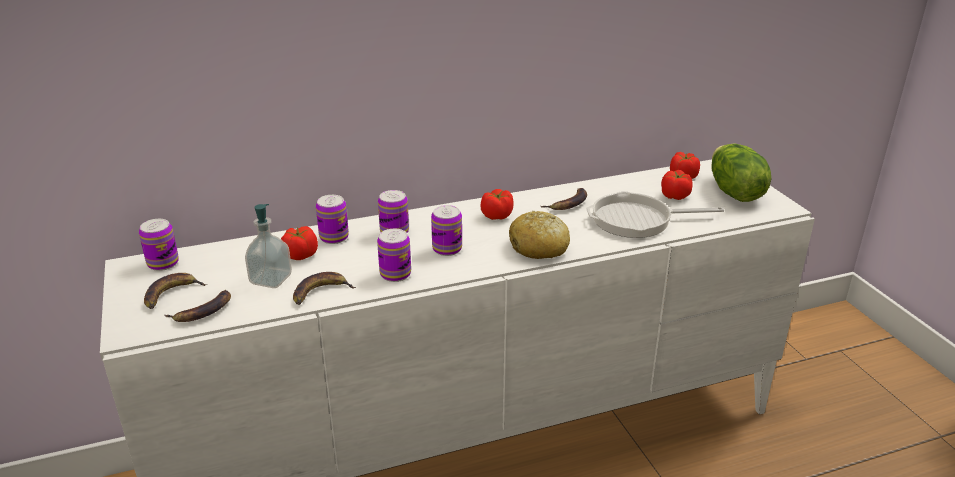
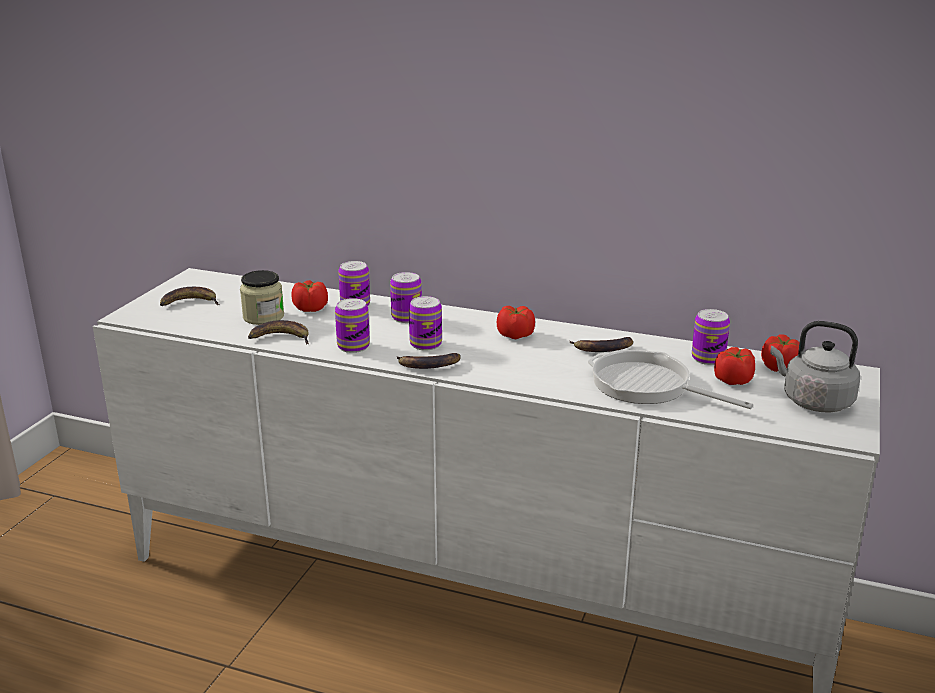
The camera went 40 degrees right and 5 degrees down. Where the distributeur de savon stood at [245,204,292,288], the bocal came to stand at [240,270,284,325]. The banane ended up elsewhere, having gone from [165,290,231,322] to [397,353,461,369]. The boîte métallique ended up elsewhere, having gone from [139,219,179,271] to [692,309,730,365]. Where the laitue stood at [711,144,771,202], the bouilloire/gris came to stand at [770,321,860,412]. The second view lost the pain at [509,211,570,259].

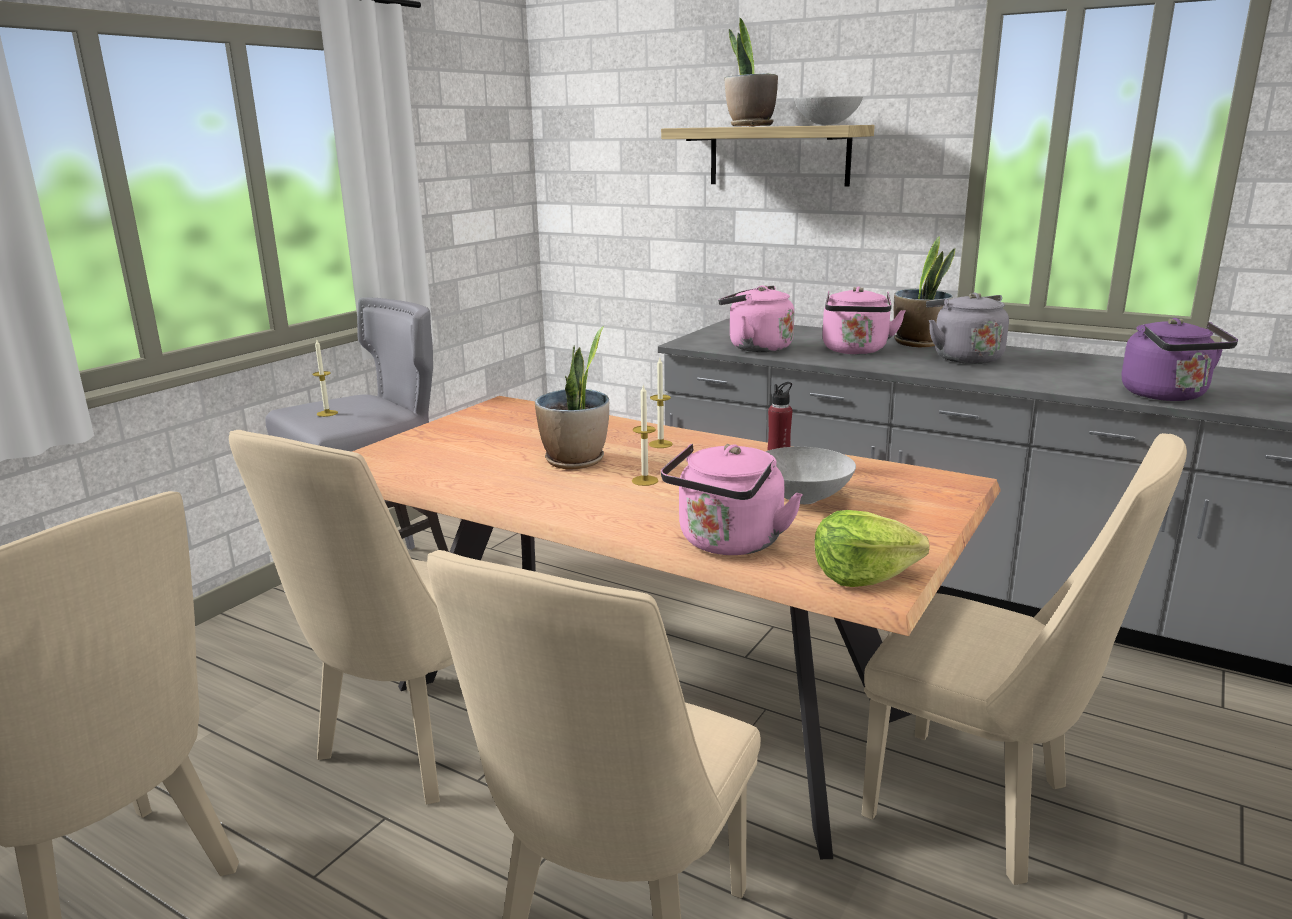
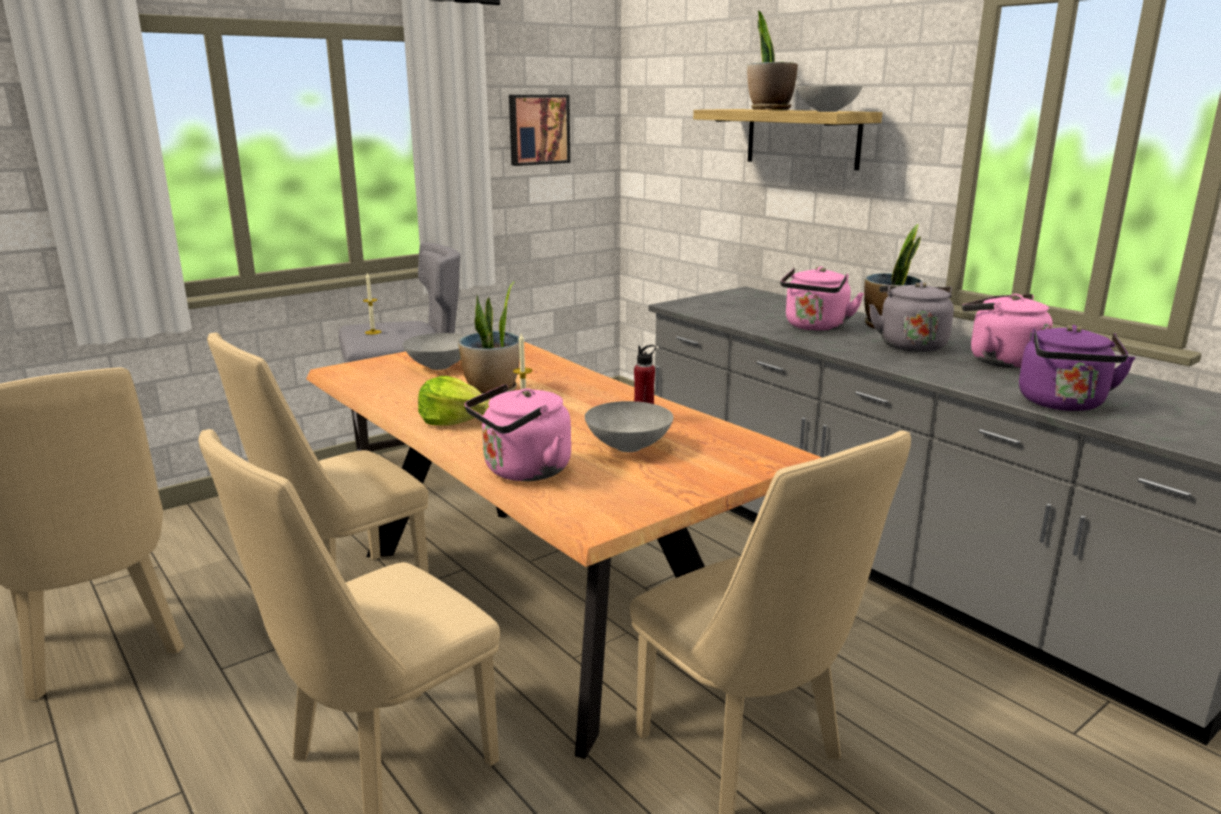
The camera went 20 degrees right and 0 degrees up. The second view gained the bol/gris at [403,333,465,370]. The laitue ended up elsewhere, having gone from [814,510,929,587] to [418,376,489,426]. The second view gained the tableau at [509,95,570,166]. The bouilloire/rose ended up elsewhere, having gone from [718,285,794,352] to [962,294,1053,368]. The second view lost the bougie at [649,358,673,448].

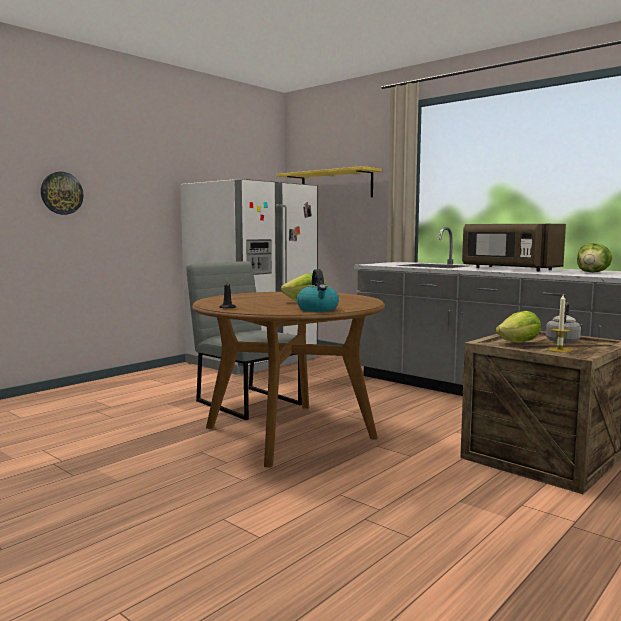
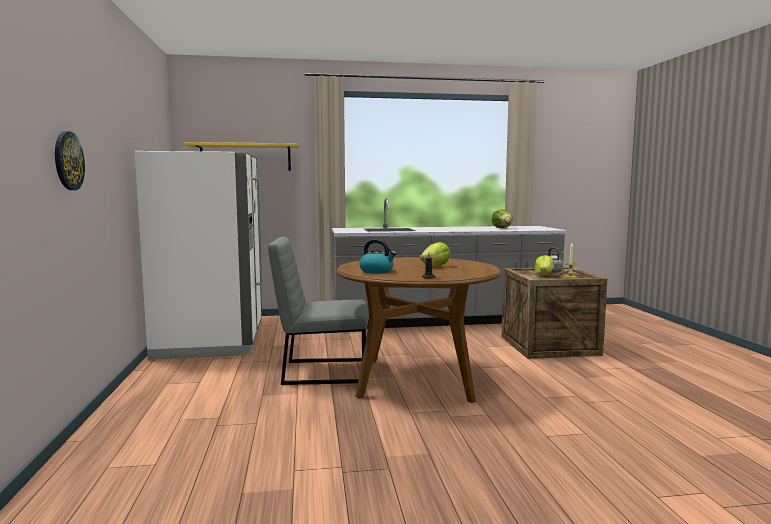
The camera went 50 degrees left and 0 degrees up. The bouilloire ended up elsewhere, having gone from [297,269,339,312] to [359,239,396,273]. The second view lost the micro-ondes/marron at [462,224,566,271].

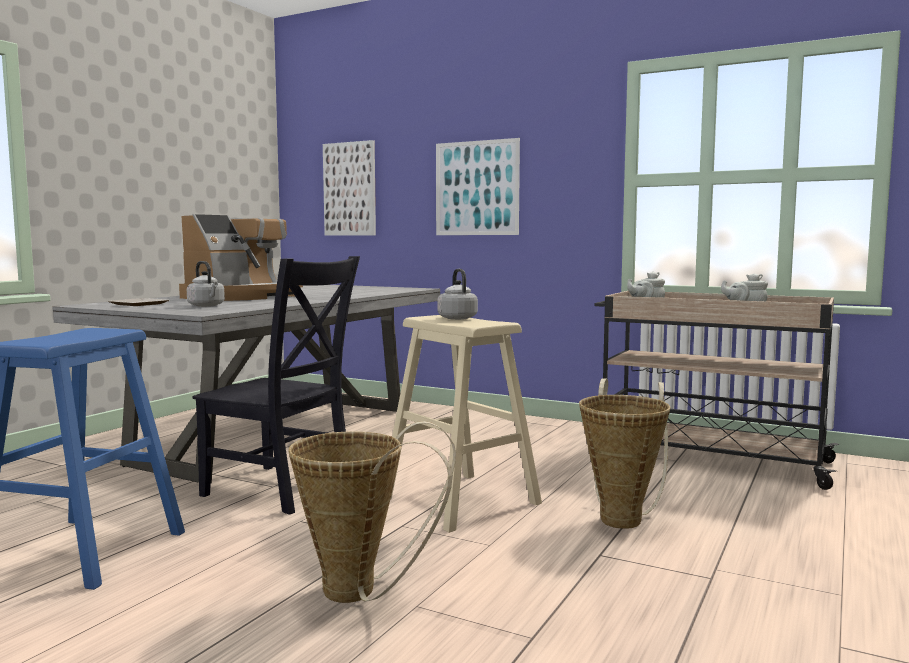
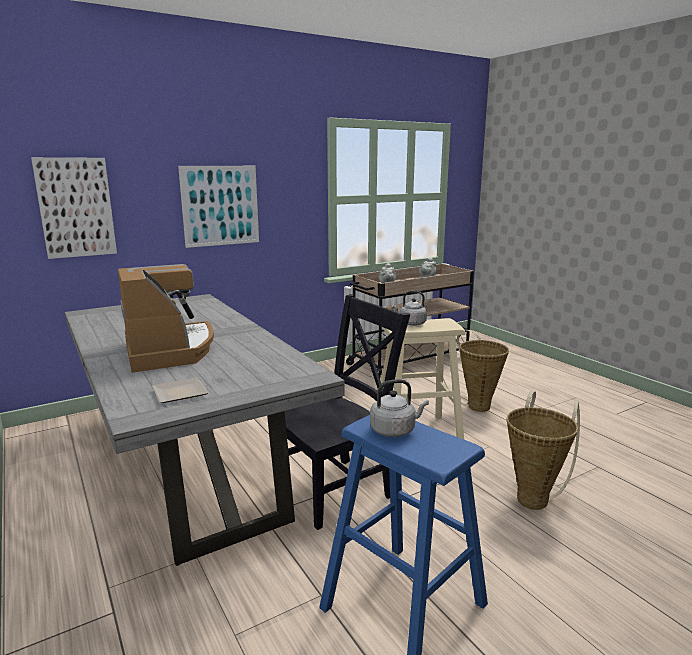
The camera went 60 degrees left and 10 degrees up. The bouilloire/gris ended up elsewhere, having gone from [187,261,225,307] to [370,379,429,437].

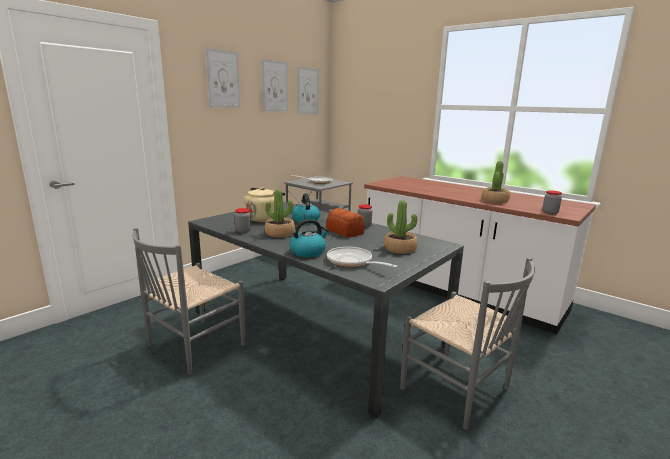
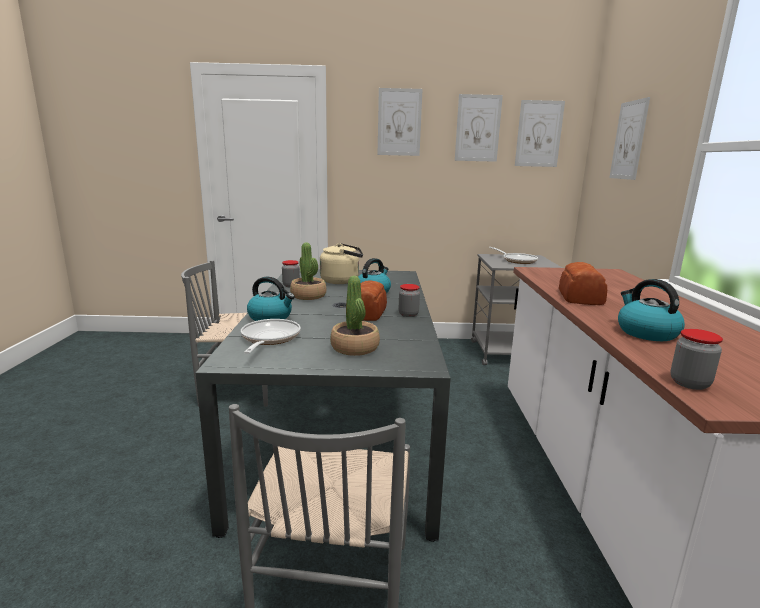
The camera went 50 degrees right and 0 degrees up. The second view gained the pain at [559,262,607,305]. The second view gained the tableau at [609,97,650,180]. Where the plante en pot stood at [482,161,510,203], the bouilloire came to stand at [618,279,685,341].

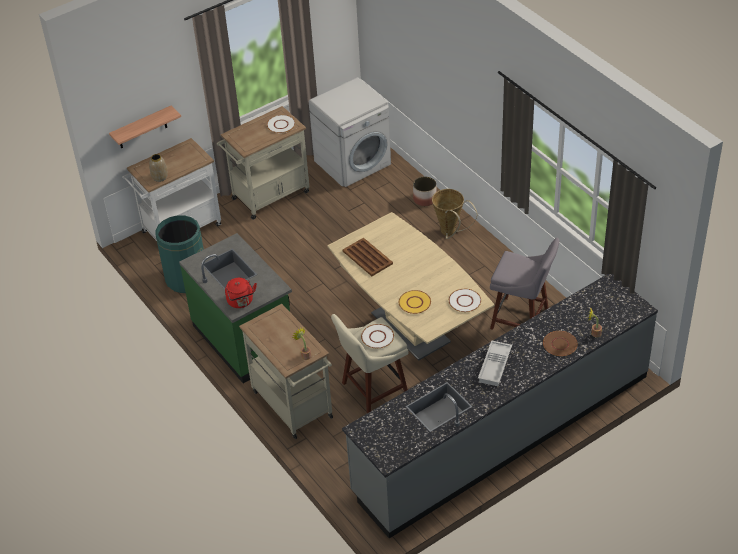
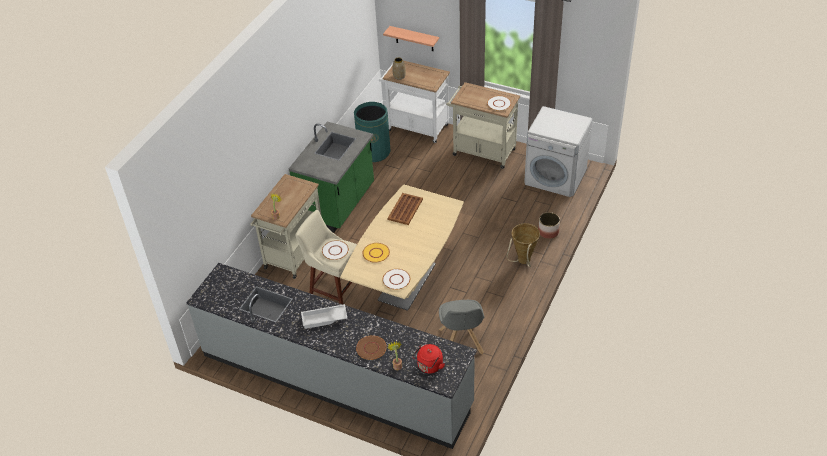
The camera went 60 degrees right and 0 degrees up. The bouilloire/rouge ended up elsewhere, having gone from [225,278,257,308] to [412,344,445,374]. Where the tabouret/gris stood at [490,238,559,330], the chaise/gris came to stand at [439,300,484,354].

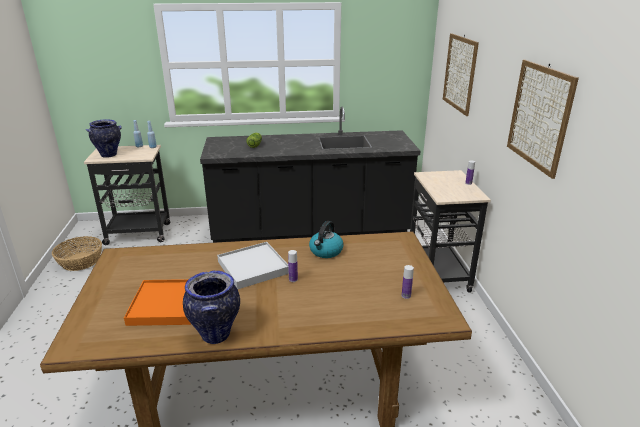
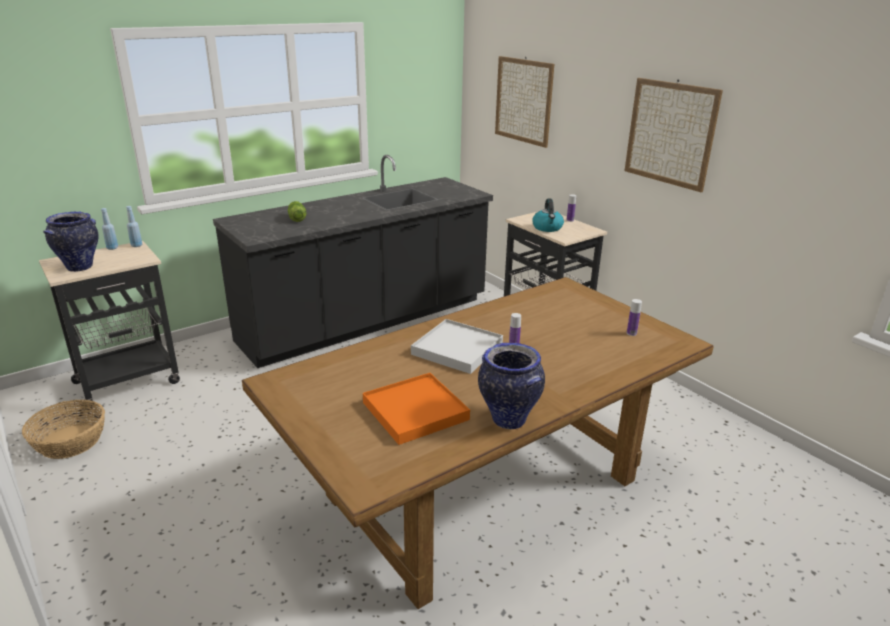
The camera went 30 degrees left and 0 degrees up. The bouilloire ended up elsewhere, having gone from [309,221,343,258] to [532,198,564,232].

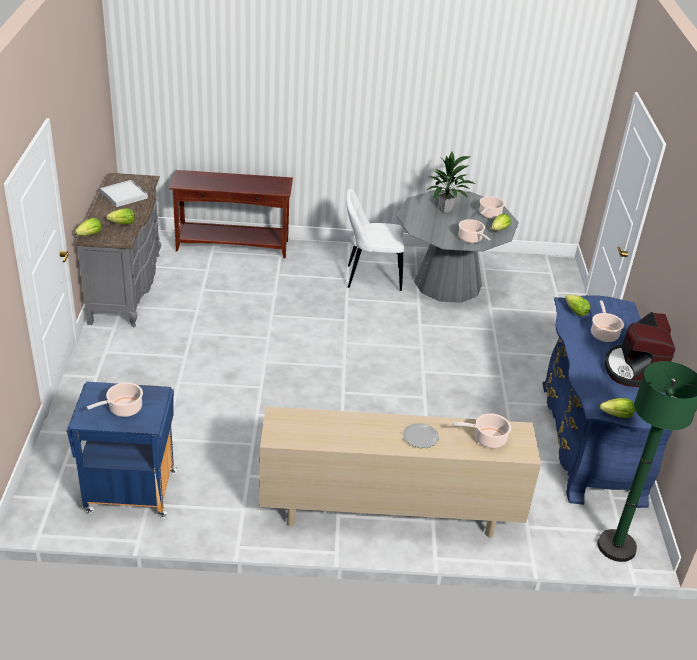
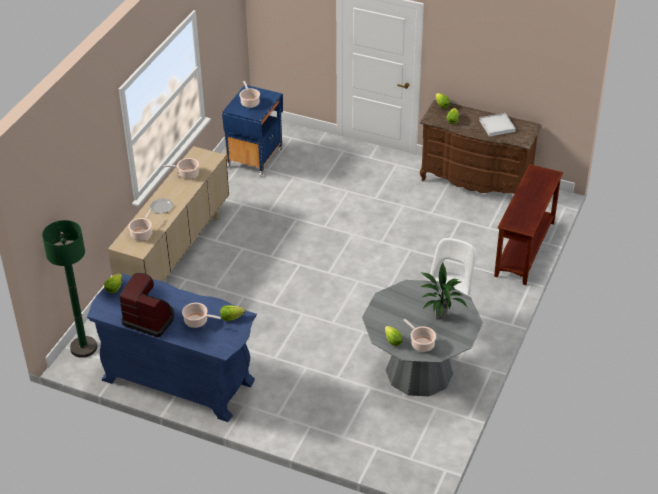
The camera went 115 degrees right and 5 degrees up. The marmite ended up elsewhere, having gone from [458,219,490,243] to [163,158,199,179]. What was the commode/gris at [76,173,161,327] turned into the commode/marron at [420,100,542,194].

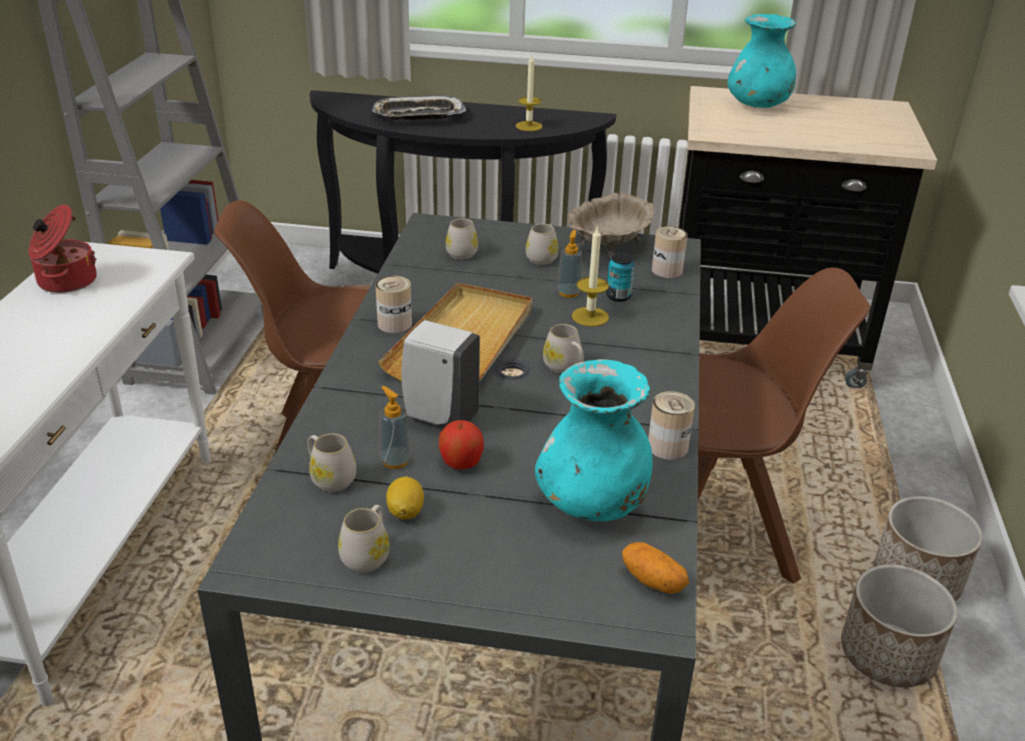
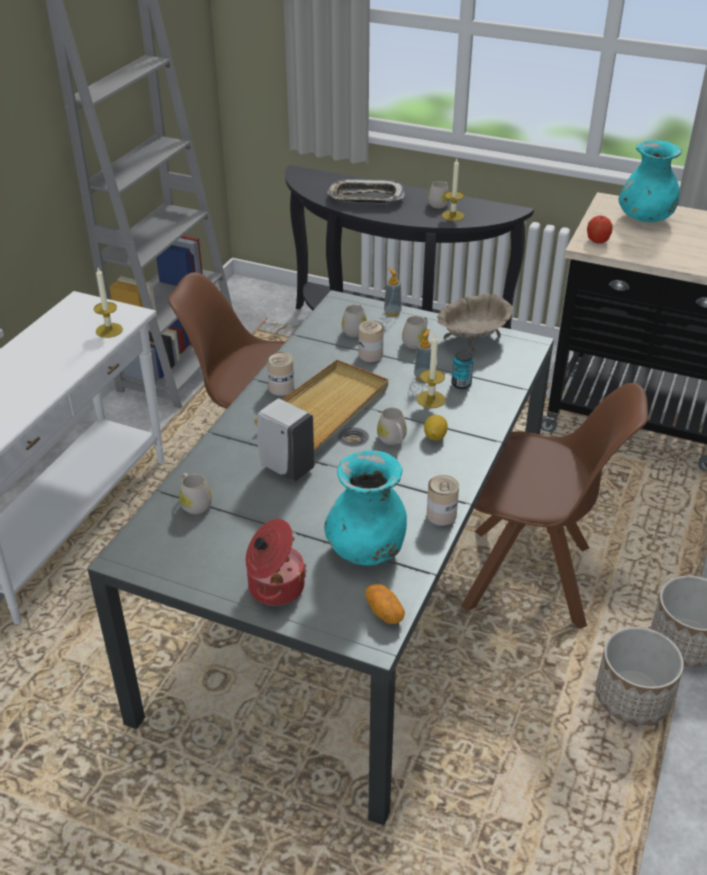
The camera went 15 degrees right and 5 degrees up. The second view gained the bougie at [94,268,123,338]. The marmite ended up elsewhere, having gone from [29,205,97,293] to [246,519,307,606]. The boîte métallique ended up elsewhere, having gone from [652,226,688,278] to [358,320,384,362]. The distributeur de savon ended up elsewhere, having gone from [379,386,411,469] to [384,268,402,316]. The citron ended up elsewhere, having gone from [386,476,424,520] to [424,415,448,441]. The mug/blanc ended up elsewhere, having gone from [338,505,389,572] to [428,181,449,208]. The pomme ended up elsewhere, having gone from [439,420,484,469] to [587,216,613,244].

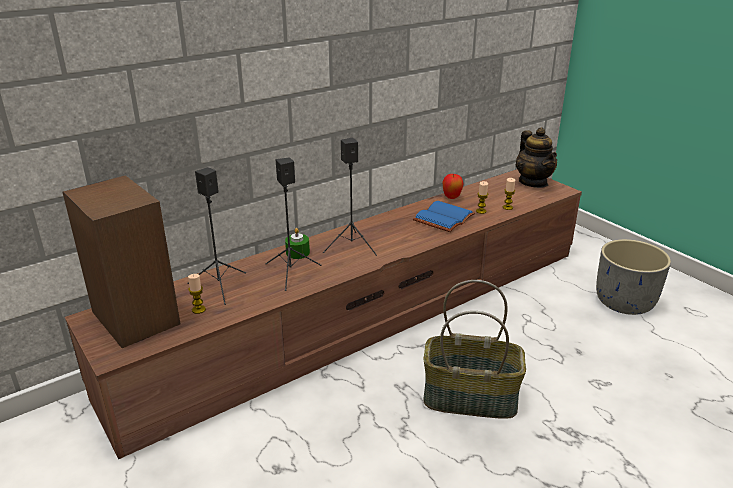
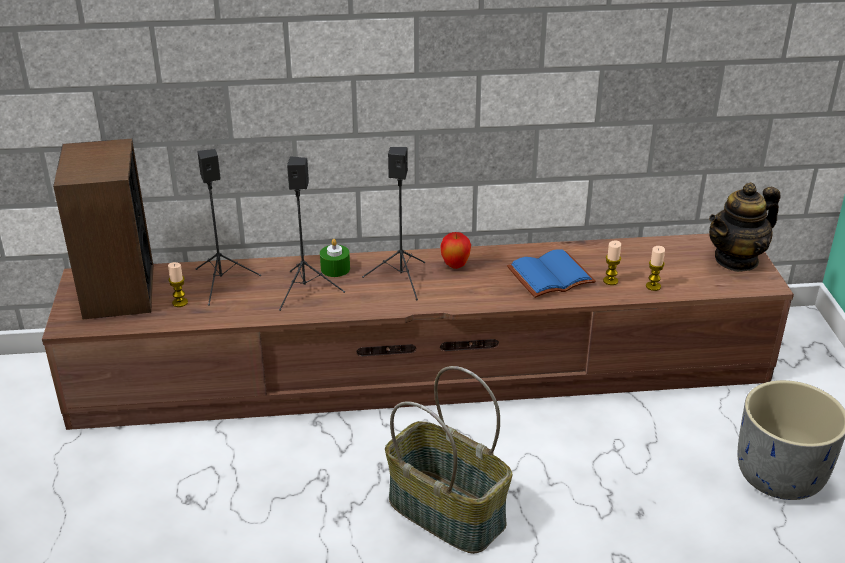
The camera went 30 degrees right and 5 degrees up. The pomme ended up elsewhere, having gone from [443,174,464,199] to [440,232,471,269]. The théière at [516,127,557,188] ended up facing another way, 45 degrees clockwise from before.

